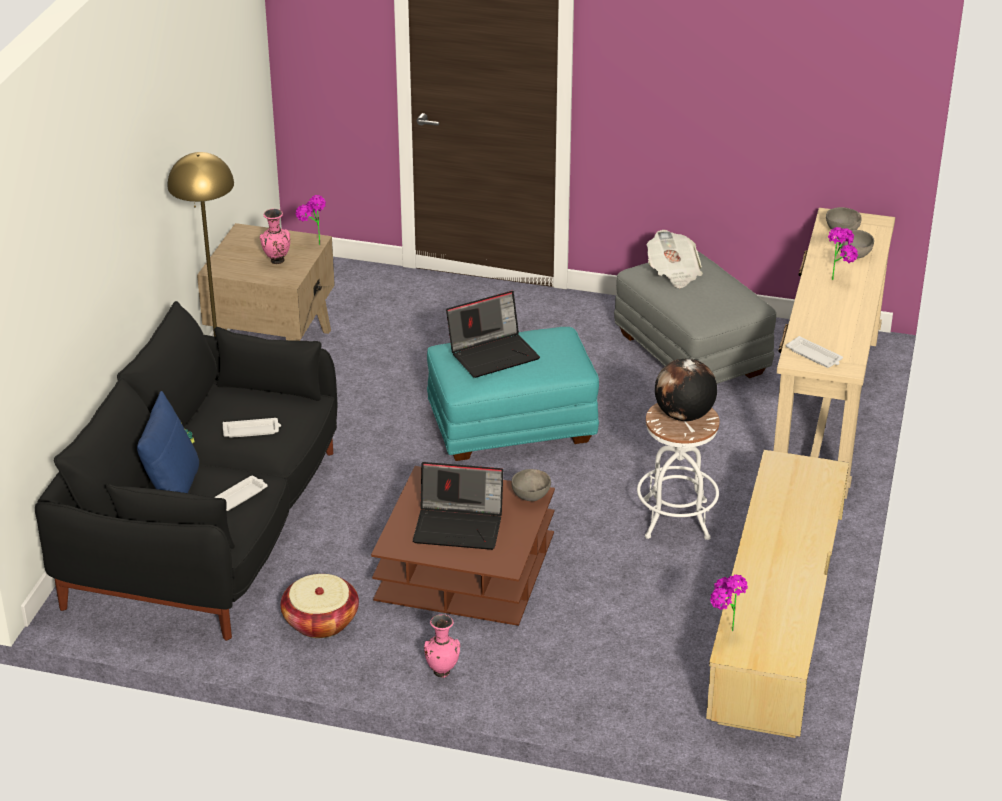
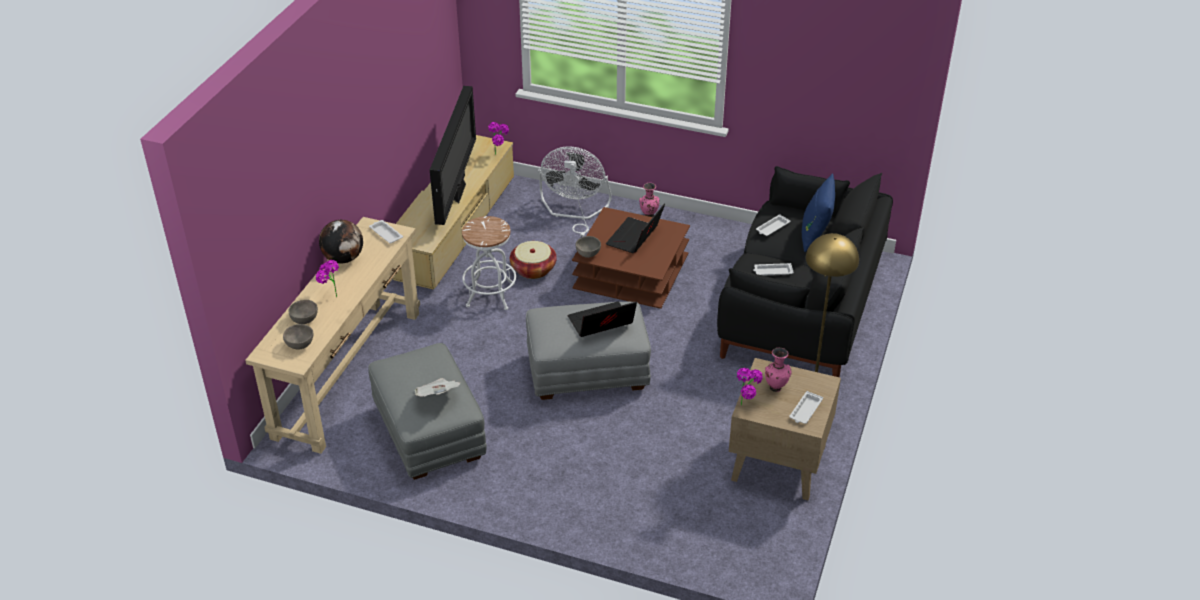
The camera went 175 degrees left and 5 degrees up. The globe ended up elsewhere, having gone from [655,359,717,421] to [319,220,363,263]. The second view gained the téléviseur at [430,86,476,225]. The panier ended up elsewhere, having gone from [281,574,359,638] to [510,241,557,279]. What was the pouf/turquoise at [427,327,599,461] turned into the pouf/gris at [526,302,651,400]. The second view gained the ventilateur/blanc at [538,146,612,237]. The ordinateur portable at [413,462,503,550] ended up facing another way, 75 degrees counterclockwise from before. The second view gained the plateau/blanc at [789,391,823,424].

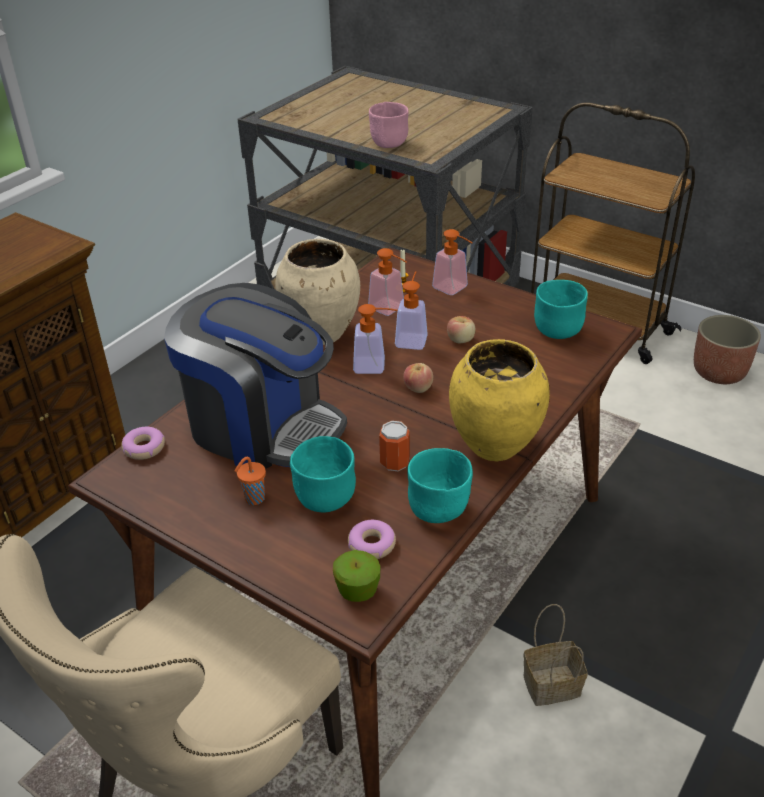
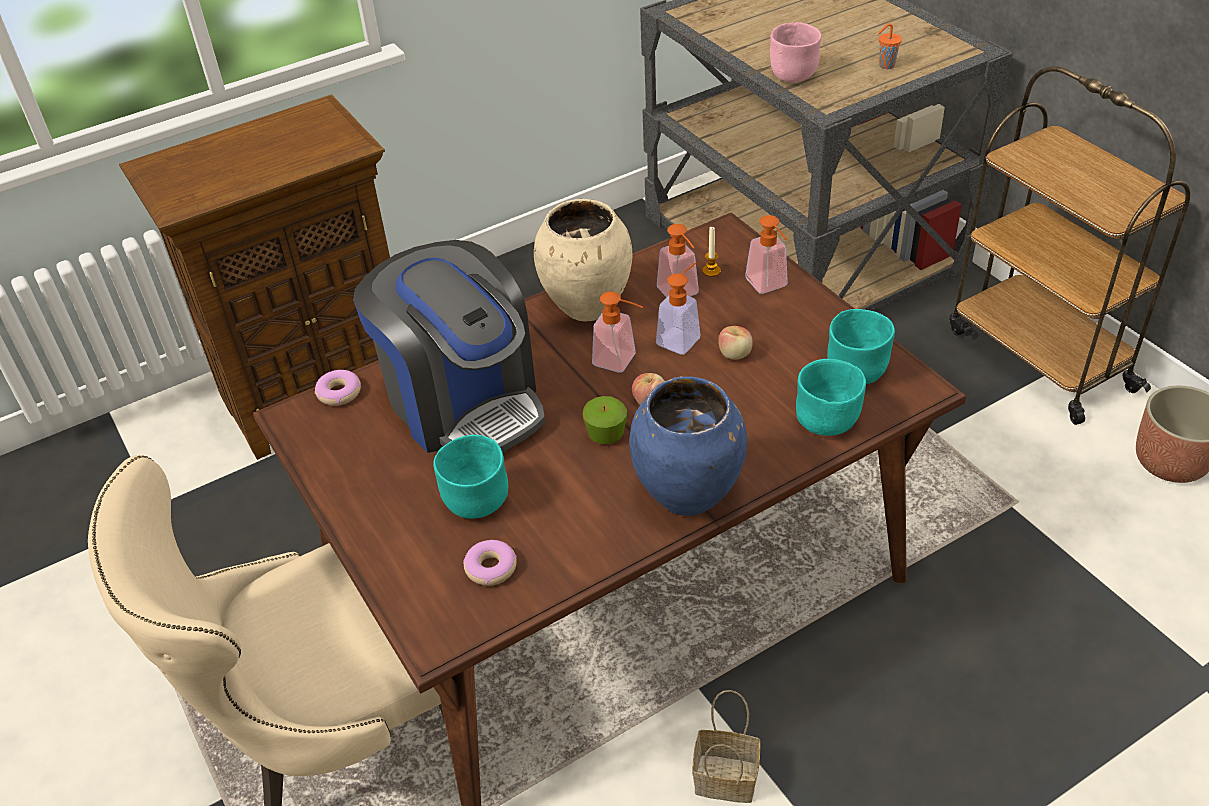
The camera went 25 degrees right and 5 degrees up. The pomme ended up elsewhere, having gone from [333,550,380,602] to [583,396,627,444]. What was the vase/jaune at [449,339,550,462] turned into the vase/bleu at [629,376,747,516]. The bol/turquoise ended up elsewhere, having gone from [407,448,473,523] to [796,359,866,436]. The tasse/orange ended up elsewhere, having gone from [234,457,266,505] to [878,23,902,69]. The second view lost the boîte métallique at [379,421,410,471].

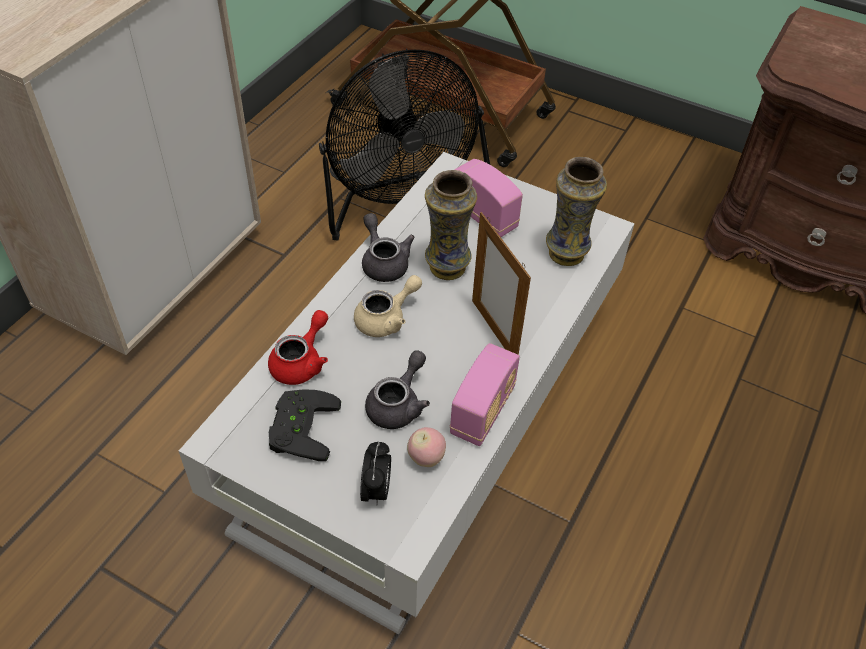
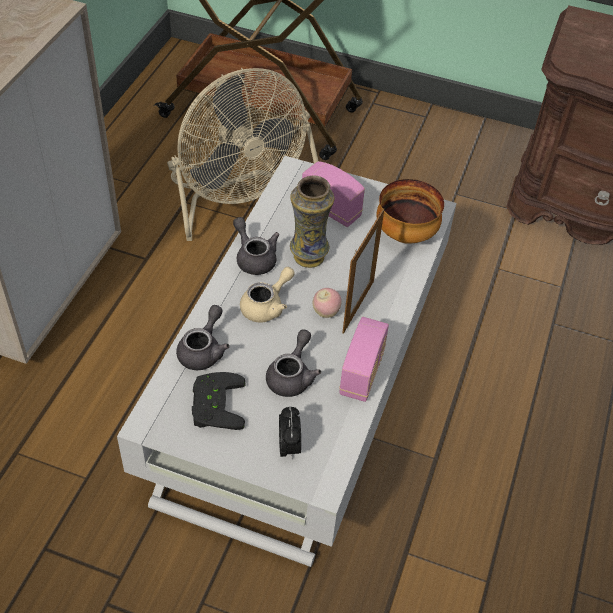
The camera went 10 degrees left and 0 degrees up. What was the ventilateur/noir at [319,48,490,240] turned into the ventilateur/beige at [167,68,318,241]. What was the théière/rouge at [268,310,328,385] turned into the théière/gris at [176,305,230,370]. The pomme ended up elsewhere, having gone from [407,427,446,467] to [313,288,342,318]. The cadre photo at [472,212,531,355] ended up facing another way, 120 degrees counterclockwise from before. Where the vase stood at [546,157,607,266], the bol came to stand at [377,179,444,244].

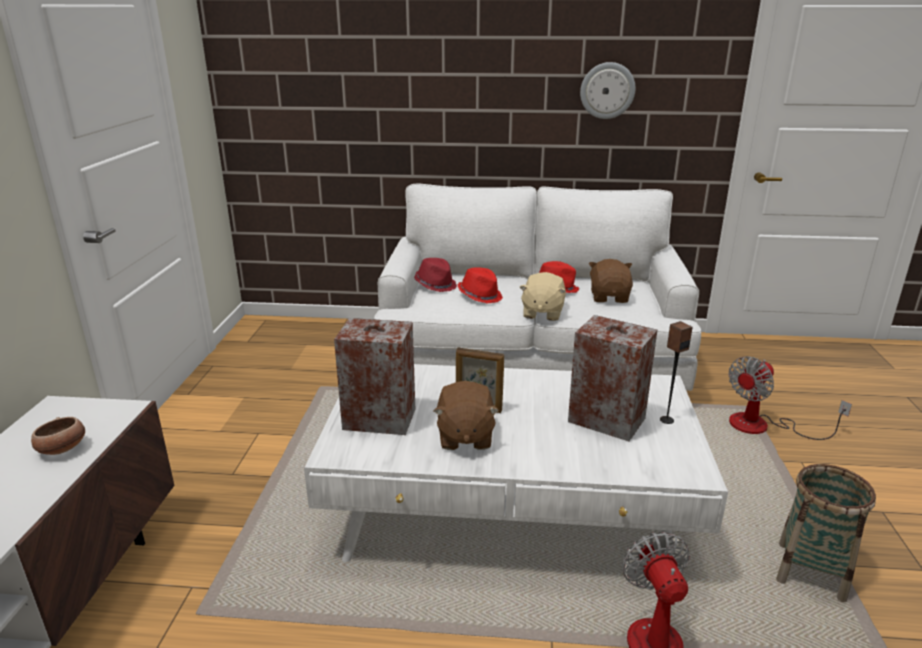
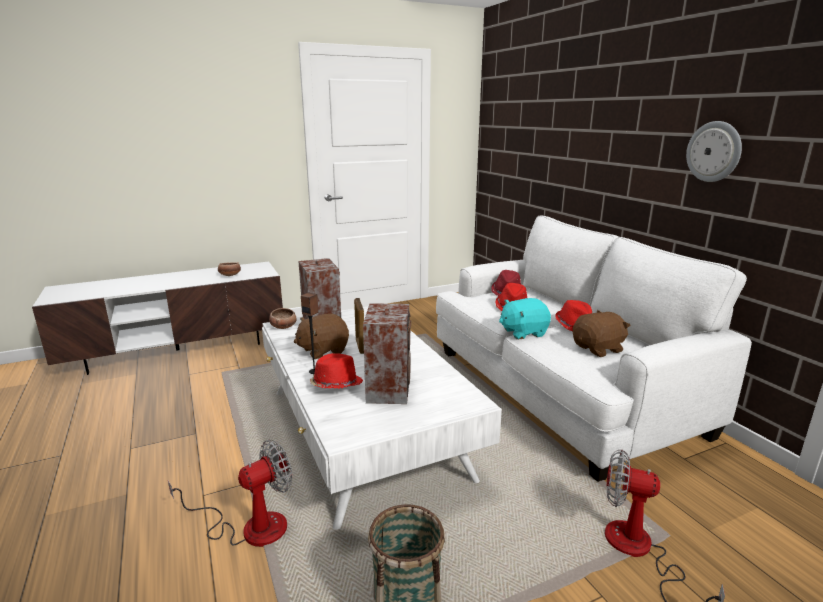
The camera went 60 degrees right and 5 degrees down. The second view gained the bol at [269,308,297,329]. The enceinte ended up elsewhere, having gone from [660,321,693,424] to [301,292,319,374]. The second view gained the chapeau/rouge at [310,353,363,389]. What was the peluche/beige at [520,272,566,321] turned into the peluche/turquoise at [499,298,551,339].

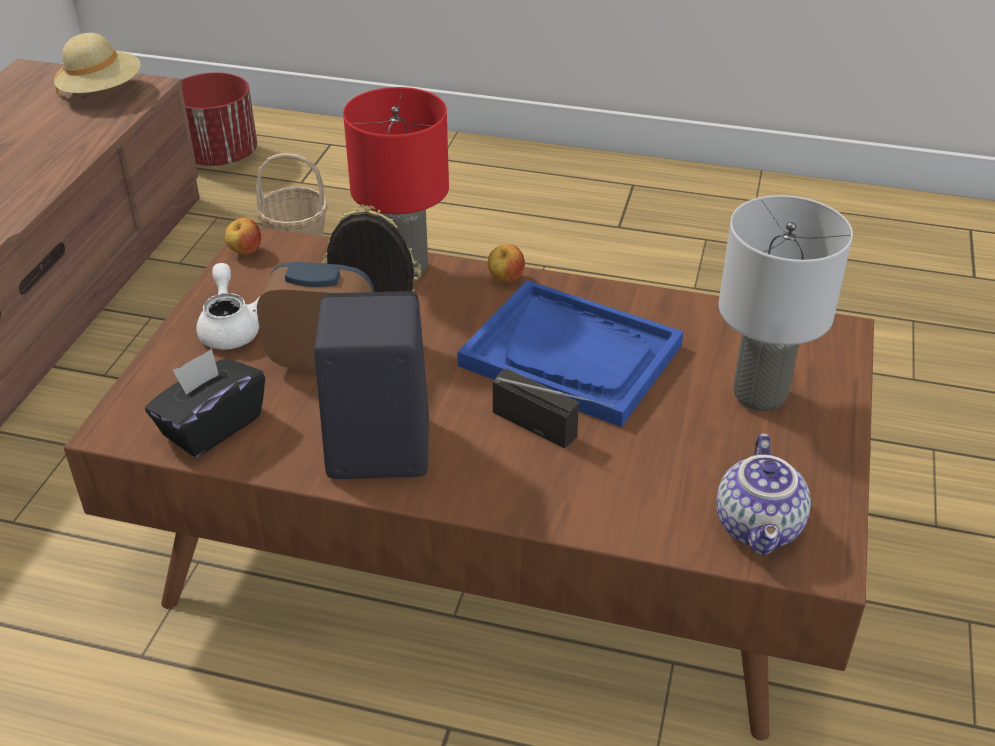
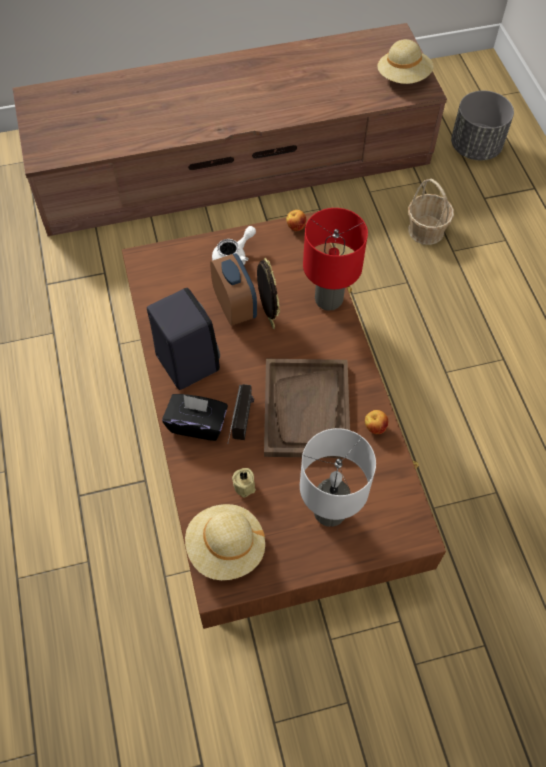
The camera went 60 degrees right and 20 degrees up. The boîte à mouchoirs/noir ended up elsewhere, having gone from [145,349,265,457] to [162,394,228,441]. Where the théière stood at [716,433,811,555], the chapeau/beige came to stand at [185,504,265,580]. The second view gained the bougie/beige at [232,468,256,498]. What was the plateau/bleu at [457,280,683,427] turned into the plateau/marron at [264,359,350,458]. The pomme ended up elsewhere, having gone from [488,244,525,282] to [365,410,388,434]. What was the cache-pot/rouge at [181,72,257,166] turned into the cache-pot/gris at [451,91,514,160].

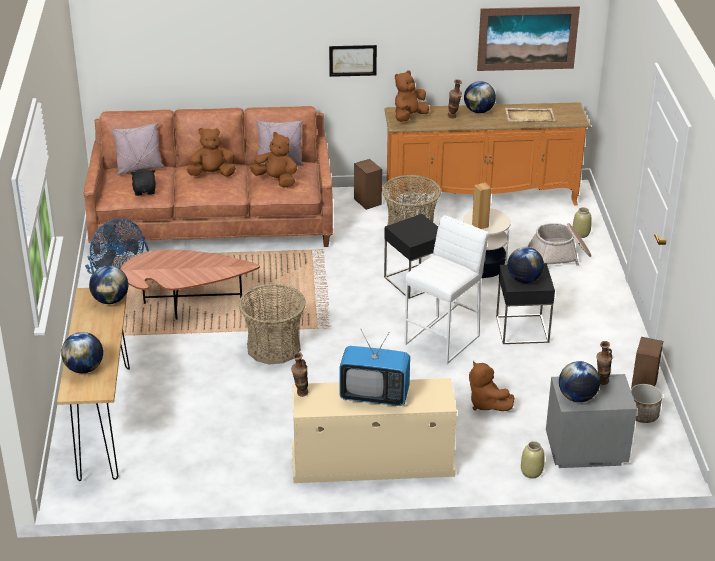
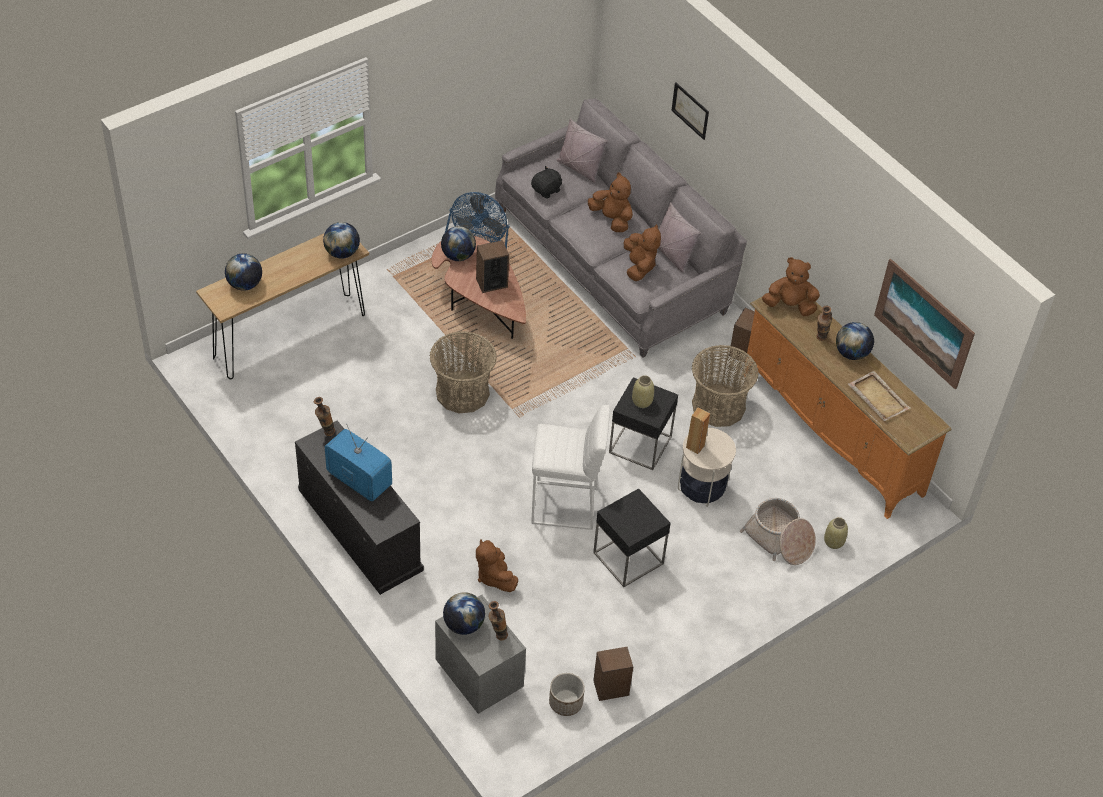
The camera went 55 degrees right and 15 degrees up. What was the meuble télé/beige at [292,378,457,483] turned into the meuble télé/noir at [295,421,424,595]. The téléviseur at [340,330,410,406] ended up facing another way, 150 degrees clockwise from before. The globe ended up elsewhere, having gone from [507,247,544,283] to [441,226,476,261]. The second view gained the enceinte at [476,240,509,293]. The peluche/marron at [469,361,514,411] ended up facing another way, 45 degrees counterclockwise from before. What was the canapé/marron at [83,106,333,254] turned into the canapé/gris at [495,98,747,358]. The vase/beige ended up elsewhere, having gone from [521,441,544,478] to [632,375,654,408]. The tableau ended up elsewhere, having gone from [329,45,377,77] to [671,82,709,140].

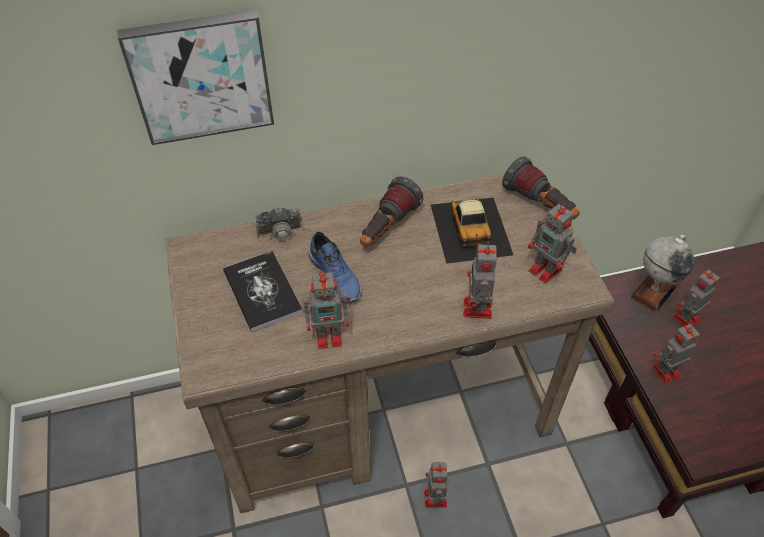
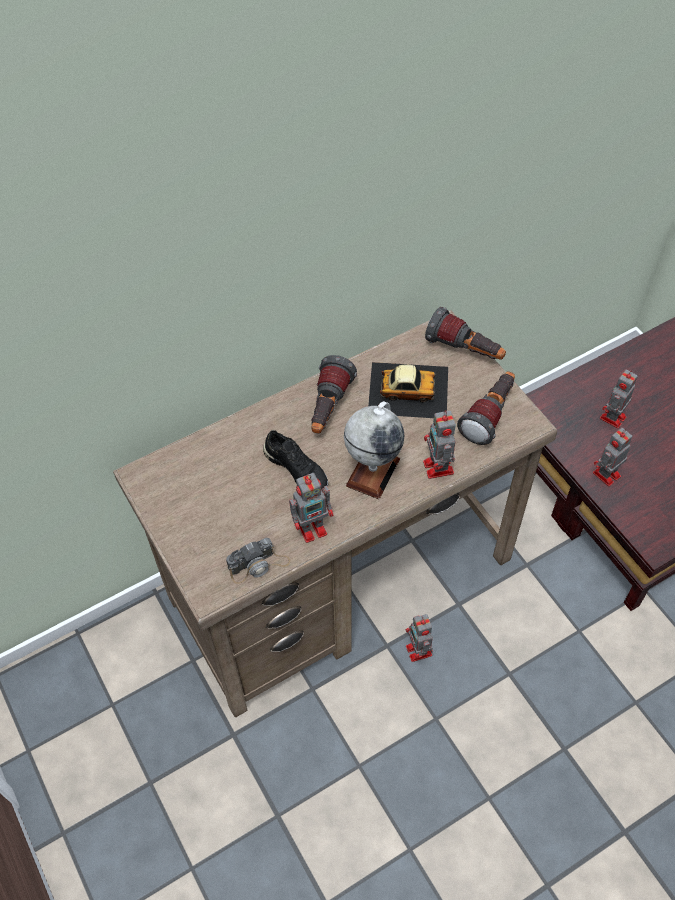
The camera went 15 degrees left and 5 degrees up. The appareil photo ended up elsewhere, having gone from [256,207,314,243] to [226,538,291,584]. What was the chaussure/bleu at [308,231,361,304] turned into the chaussure/noir at [263,430,328,489]. The globe ended up elsewhere, having gone from [631,235,694,312] to [344,401,404,499]. The petite voiture at [431,197,513,264] ended up facing another way, 60 degrees counterclockwise from before. Where the robot jouet stood at [528,203,577,284], the lampe de poche came to stand at [457,371,515,445]. The second view lost the tableau at [117,10,274,145]. The second view lost the livre at [223,251,303,332].

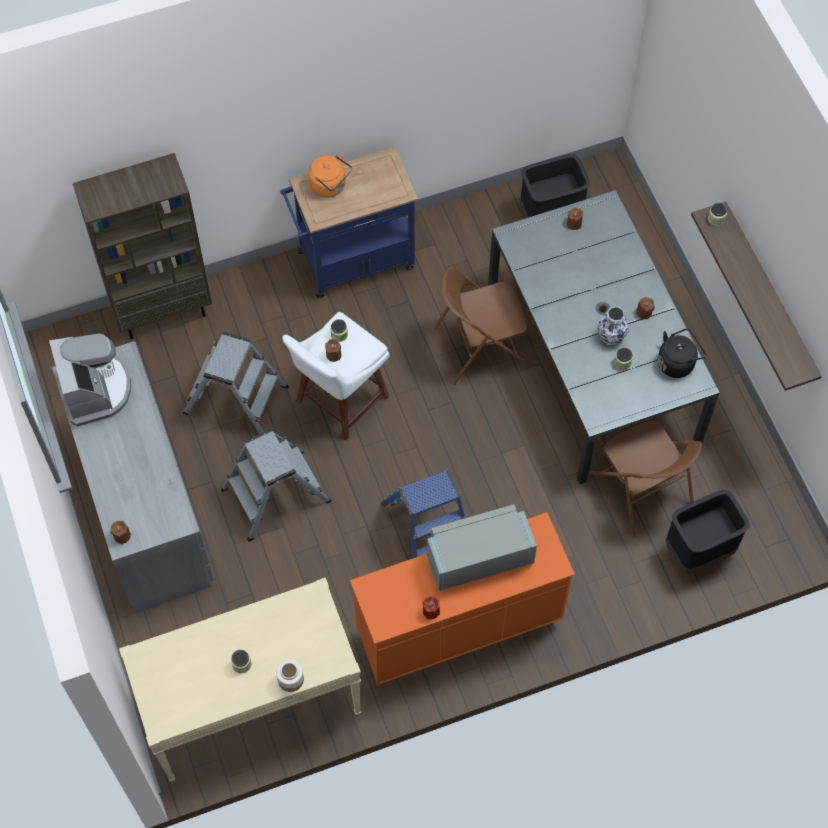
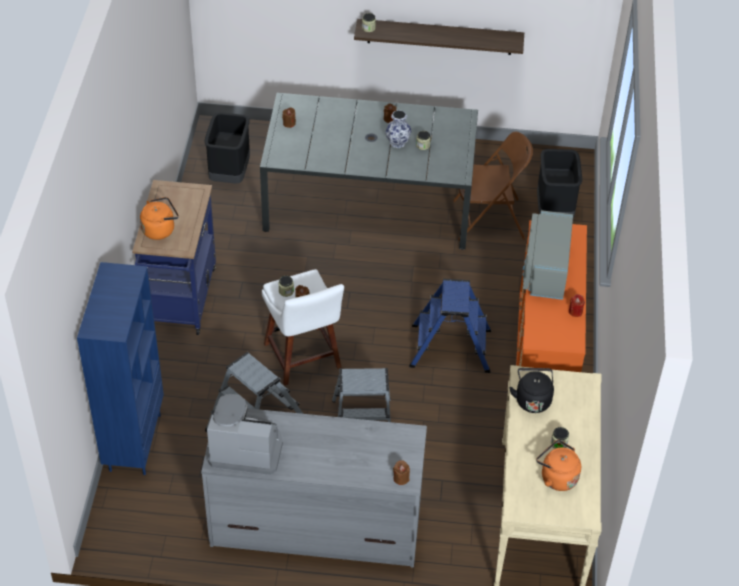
The camera went 65 degrees left and 15 degrees down. What was the bibliothèque/marron at [73,153,212,339] turned into the bibliothèque/bleu at [77,262,164,475]. The bouilloire/noir ended up elsewhere, having gone from [658,328,706,378] to [509,368,554,413]. The second view gained the bouilloire/orange at [536,440,581,491]. The second view lost the bocal at [276,659,304,692]. The second view lost the chaise/marron at [434,266,529,385].

